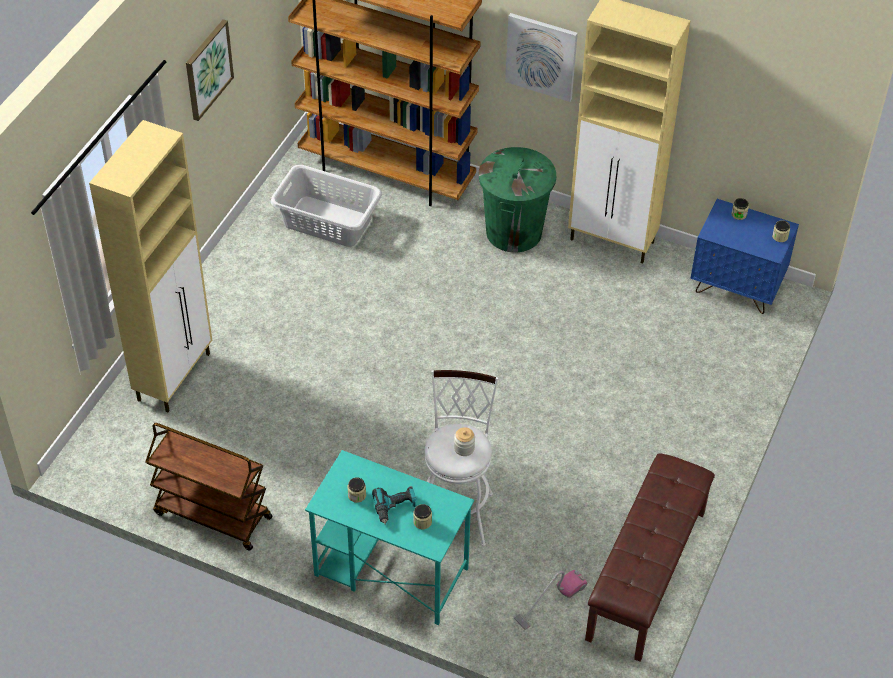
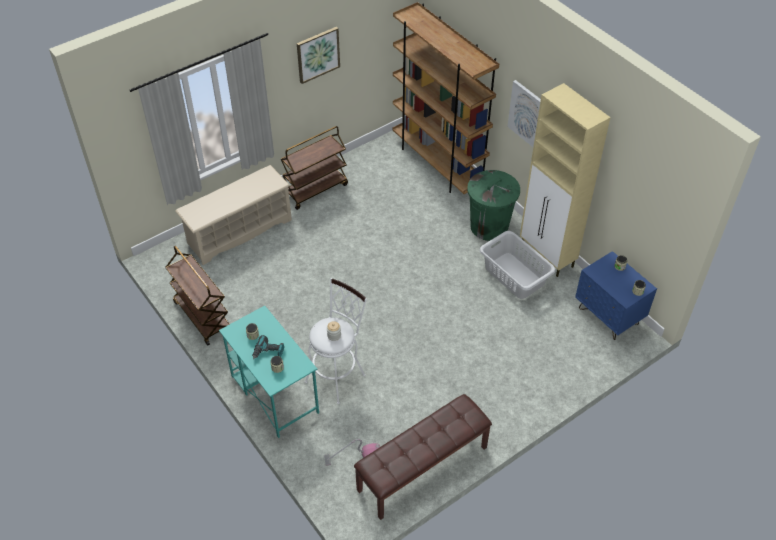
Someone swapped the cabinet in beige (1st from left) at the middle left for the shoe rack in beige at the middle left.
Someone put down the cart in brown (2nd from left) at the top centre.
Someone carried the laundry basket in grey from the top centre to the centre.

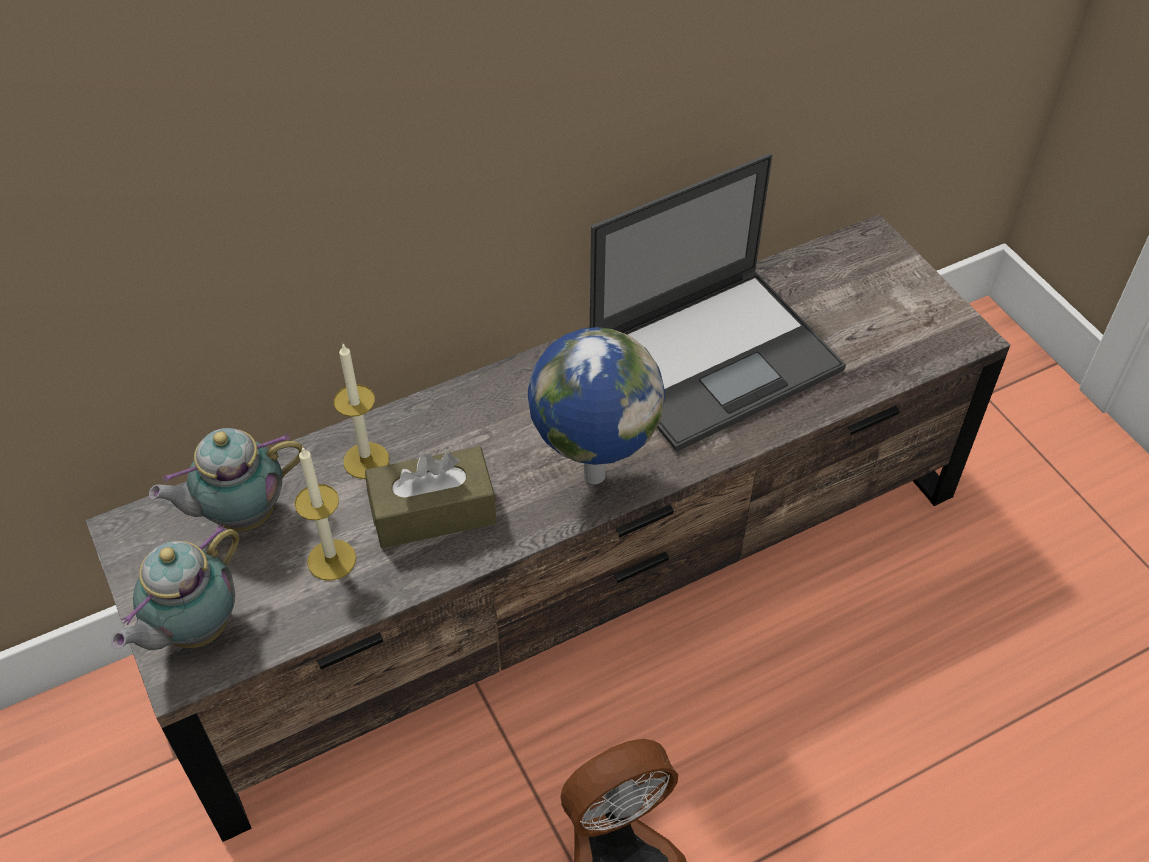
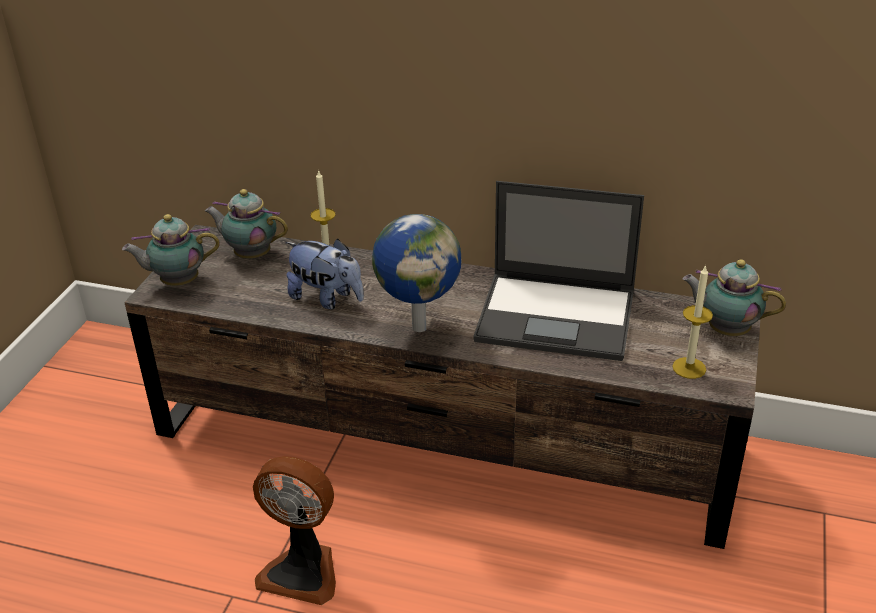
Someone swapped the tissue box in brown at the centre for the plush toy at the centre.
Someone carried the candle (1st from left in the first image) from the middle left to the middle right.
Someone put down the teapot (3rd from left) at the middle right.

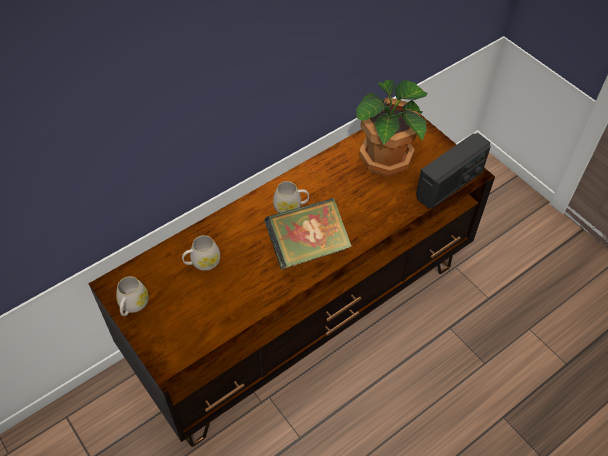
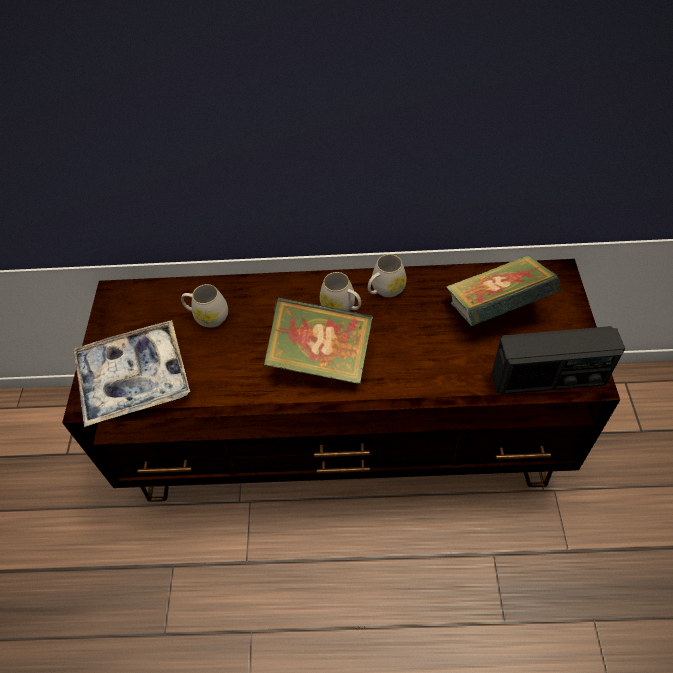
Someone put down the tray at the middle left.
Someone carried the mug in white (1st from left in the first image) from the middle left to the centre.
Someone swapped the potted plant at the top centre for the book (2nd from left) at the middle right.

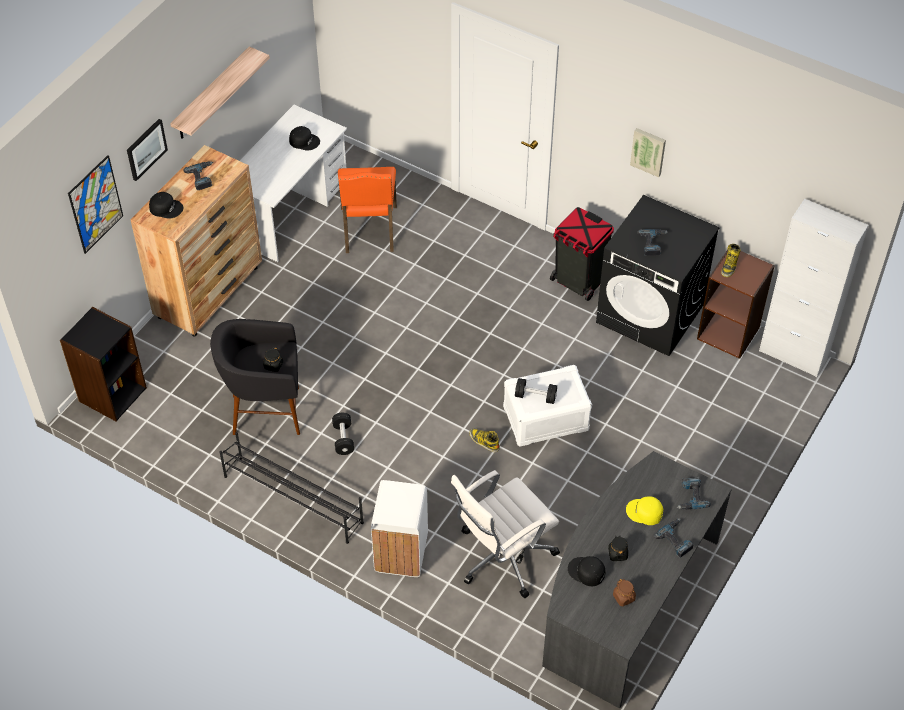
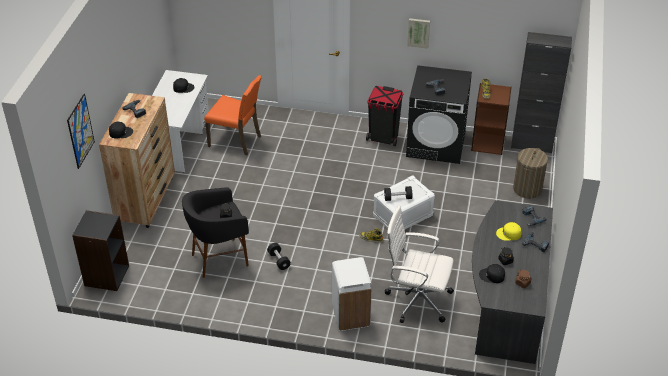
Someone rotated the chair in orange at the top centre by 45 degrees counterclockwise.
Someone rotated the office chair in white at the bottom centre by 75 degrees clockwise.
Someone repainted the cabinet in white at the middle right, which became the cabinet in black at the top right.
Someone put down the laundry basket at the middle right.
Someone took away the picture (2nd from left) at the top left.
Someone took away the shelf at the top left.
Someone took away the shoe rack in black at the bottom left.

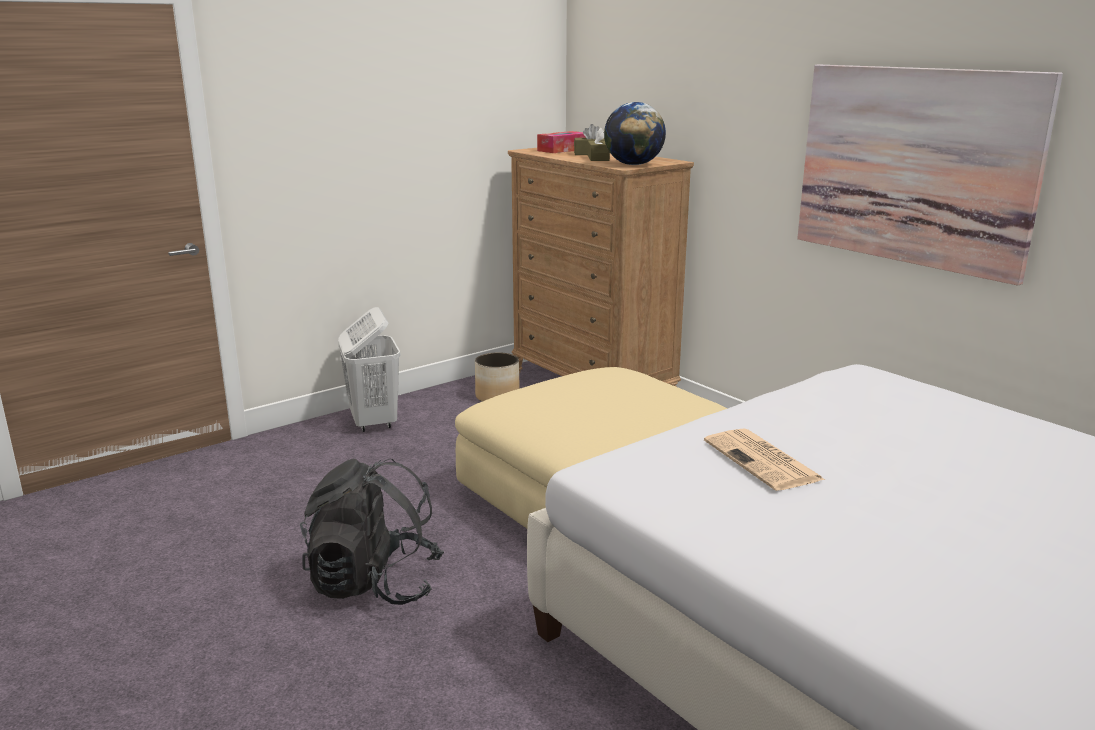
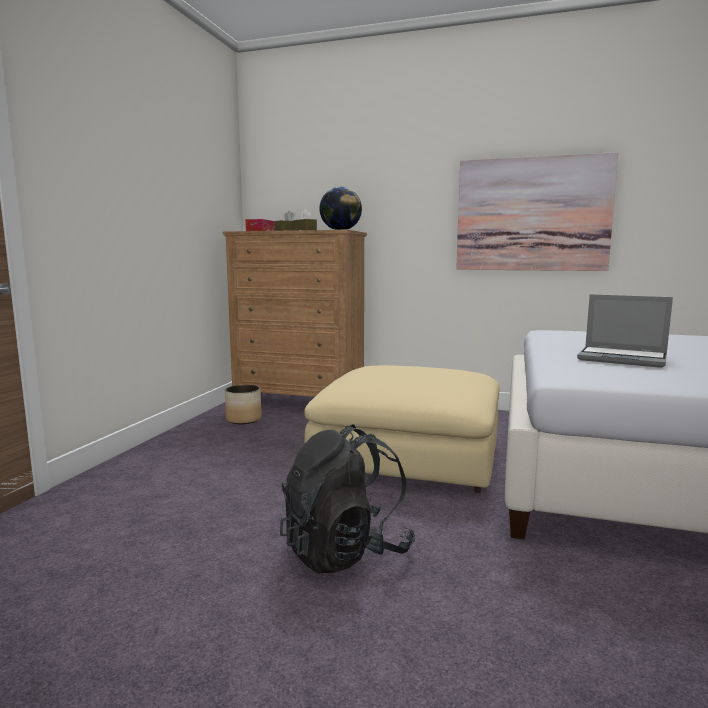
Someone swapped the newspaper at the middle right for the laptop at the middle right.
Someone took away the laundry basket in white at the centre.

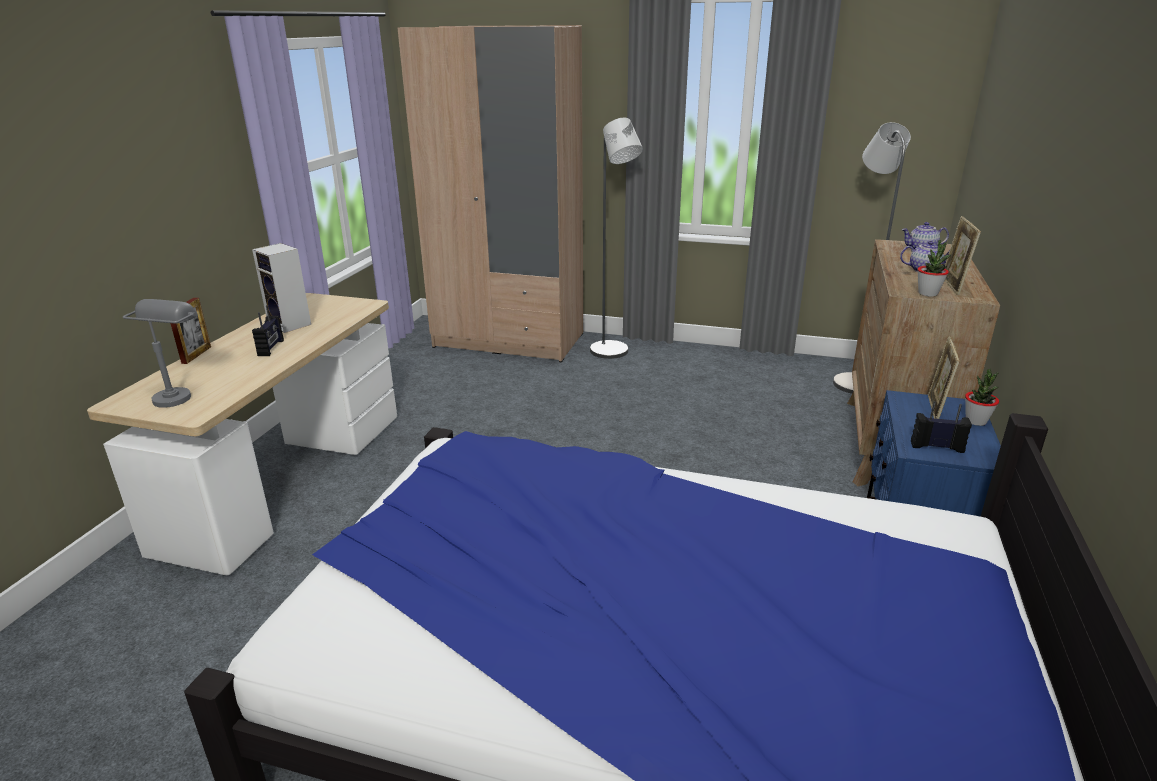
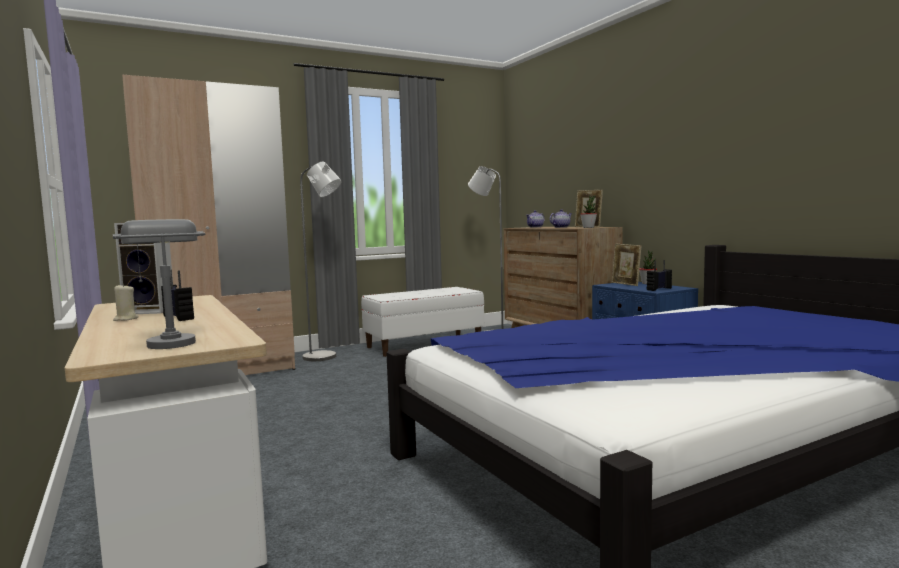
Someone put down the candle in beige at the middle left.
Someone put down the bench in white at the centre.
Someone took away the picture frame (1st from left) at the middle left.

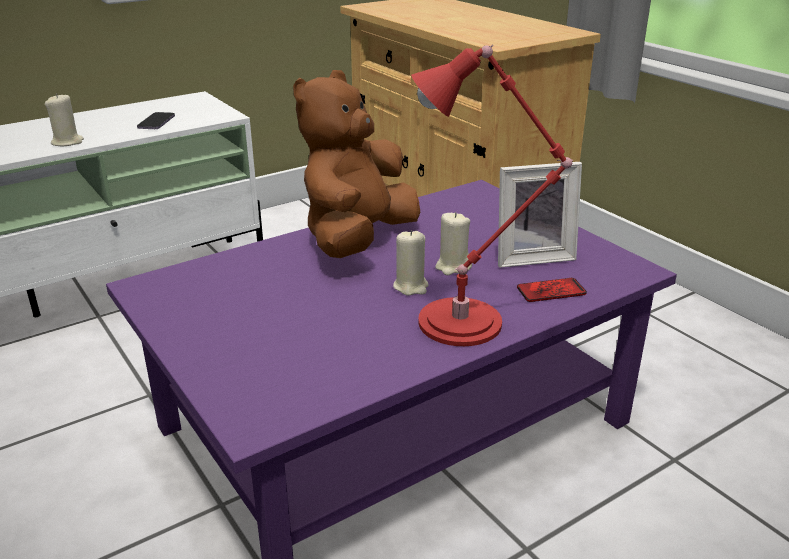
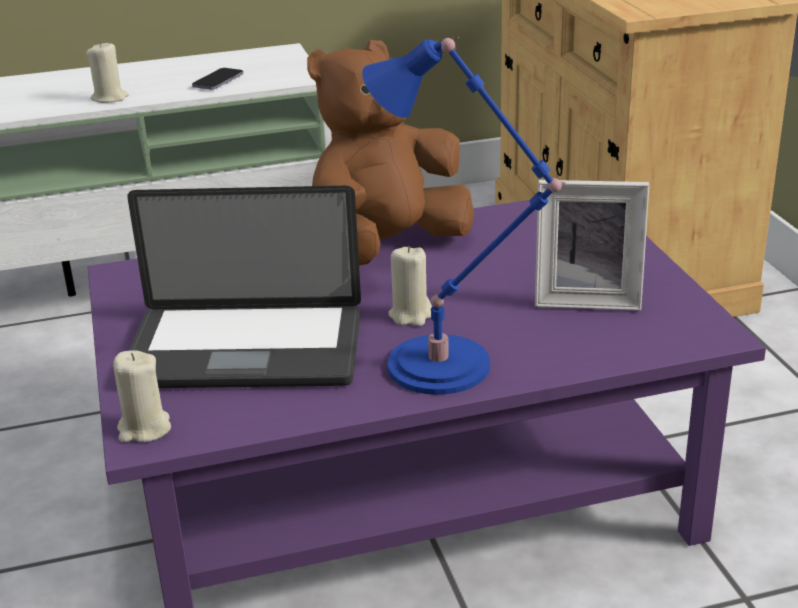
Someone carried the candle in beige (3rd from left in the first image) from the centre to the middle left.
Someone put down the laptop at the middle left.
Someone repainted the table lamp in red at the centre, which became the table lamp in blue at the centre.
Someone took away the phone (2nd from left) at the middle right.

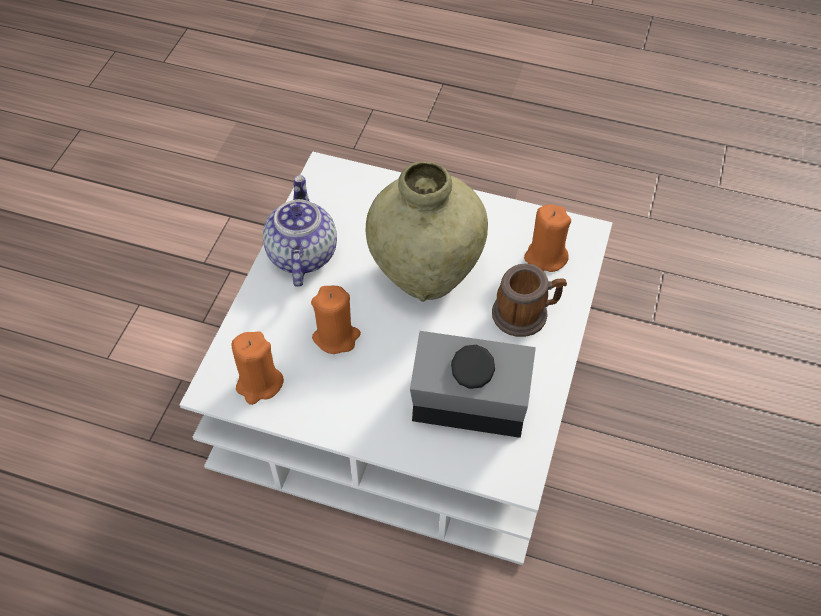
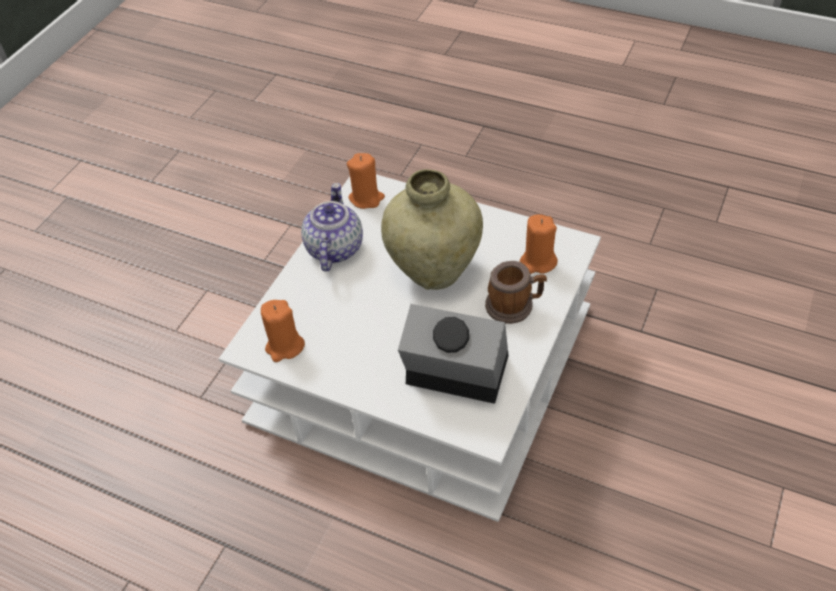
Someone carried the candle in orange (2nd from left) from the centre to the top centre.

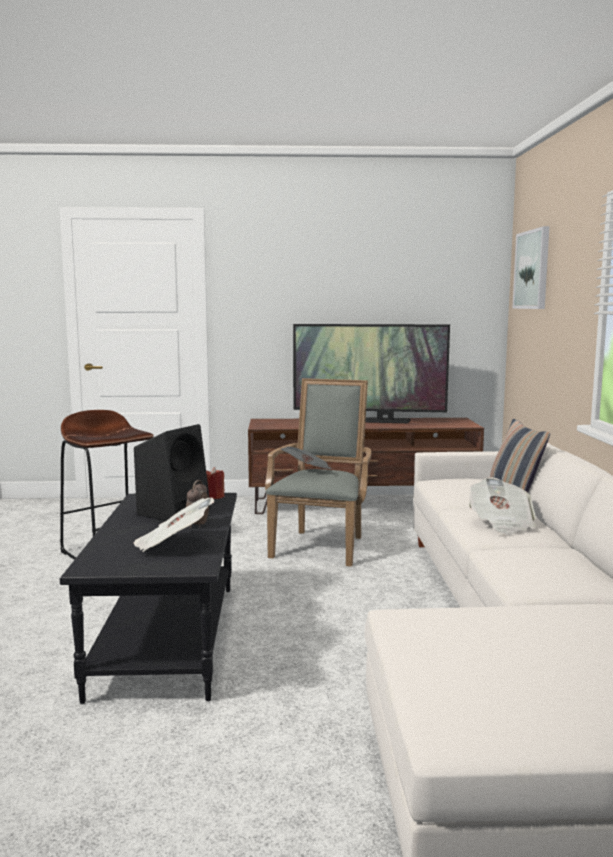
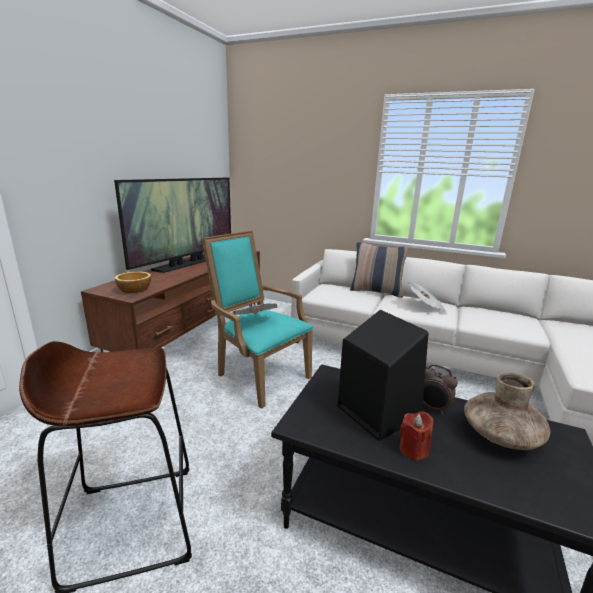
Someone put down the bowl at the middle left.
Someone repainted the armchair in grey at the centre, which became the armchair in turquoise at the centre.
Someone carried the candle in red from the centre to the bottom right.
Someone swapped the newspaper (1st from left) at the middle left for the vase in brown at the bottom right.
Someone took away the picture at the top right.

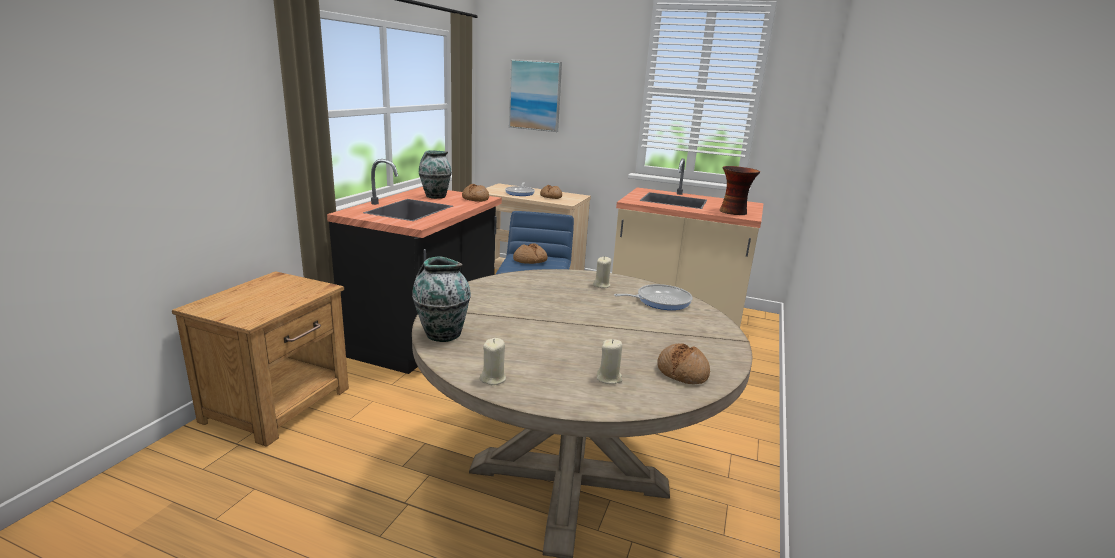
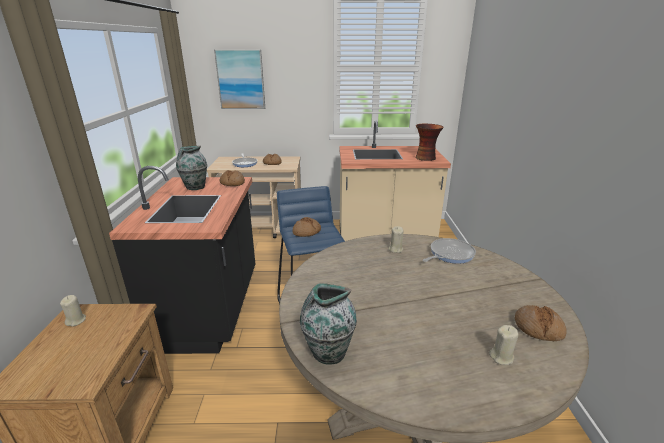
Someone carried the candle in beige (1st from left) from the centre to the bottom left.

